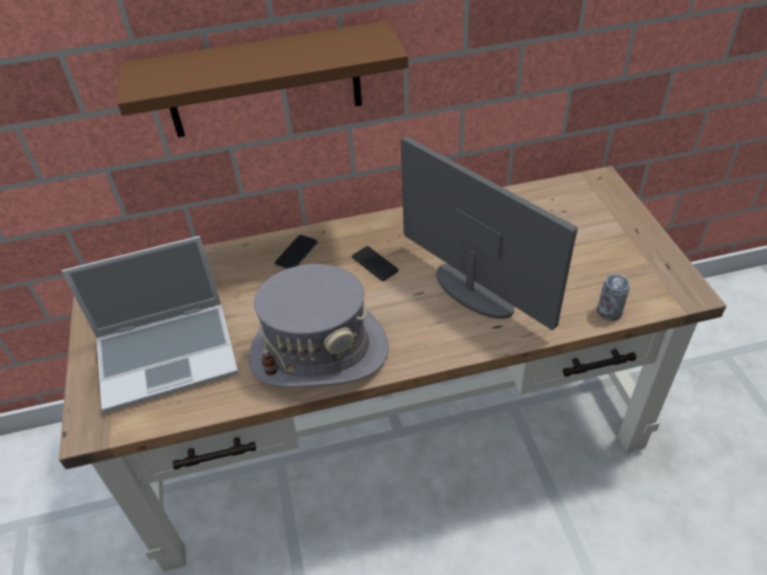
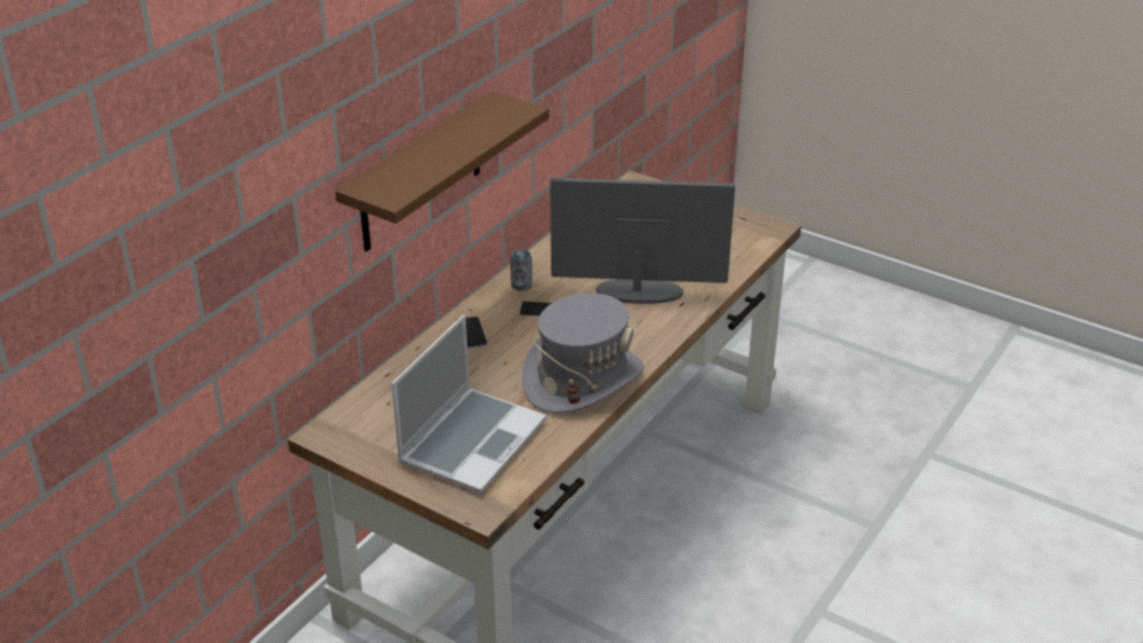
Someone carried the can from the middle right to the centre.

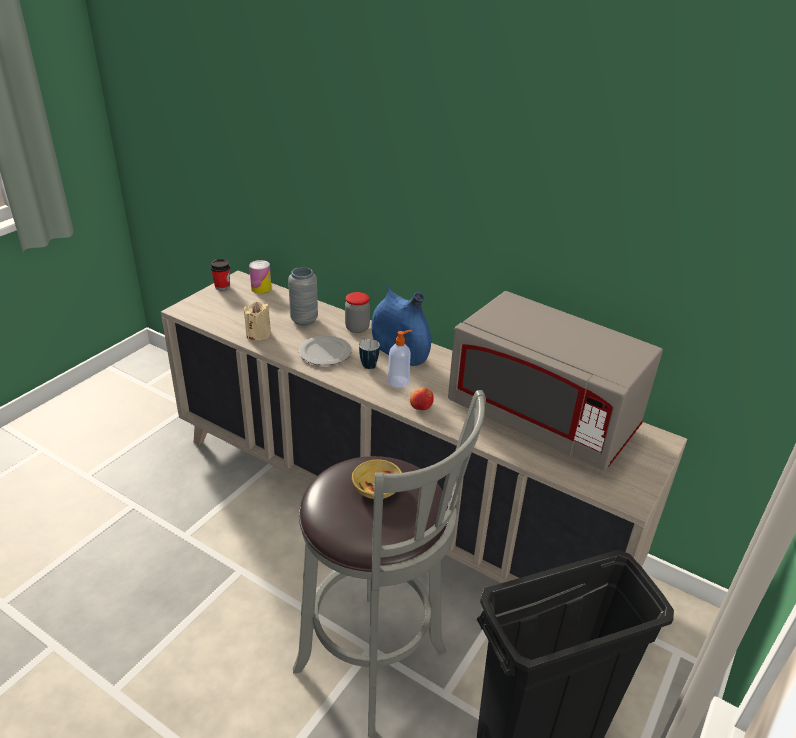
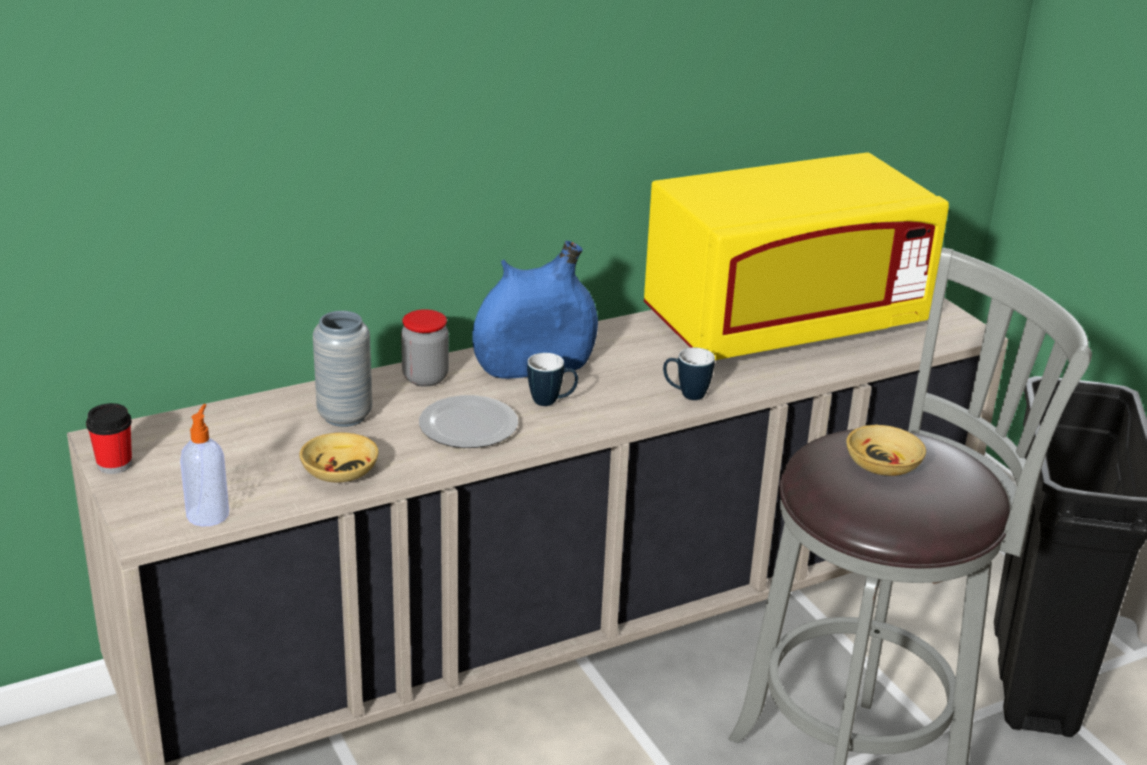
Someone carried the soap dispenser from the centre to the middle left.
Someone swapped the candle in beige at the middle left for the bowl in beige (1st from left) at the middle left.
Someone repainted the microwave in grey at the middle right, which became the microwave in yellow at the middle right.
Someone swapped the apple at the centre for the mug (2nd from left) at the centre.
Someone took away the can at the middle left.

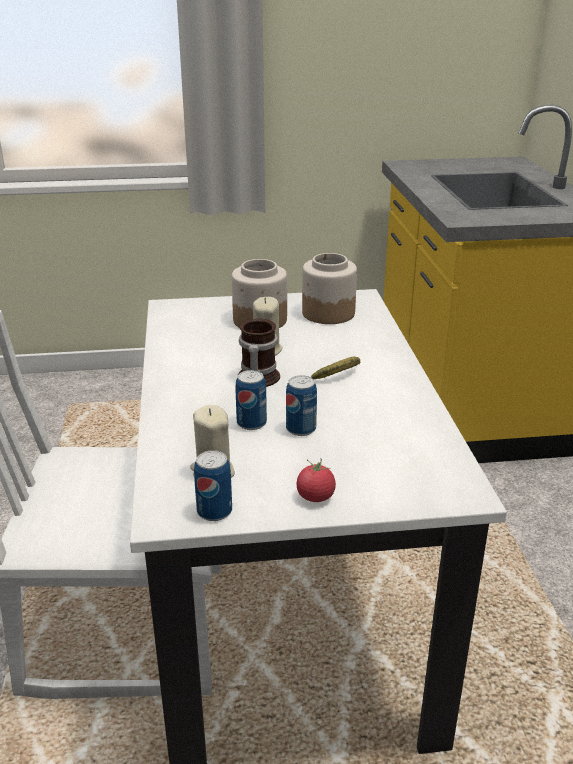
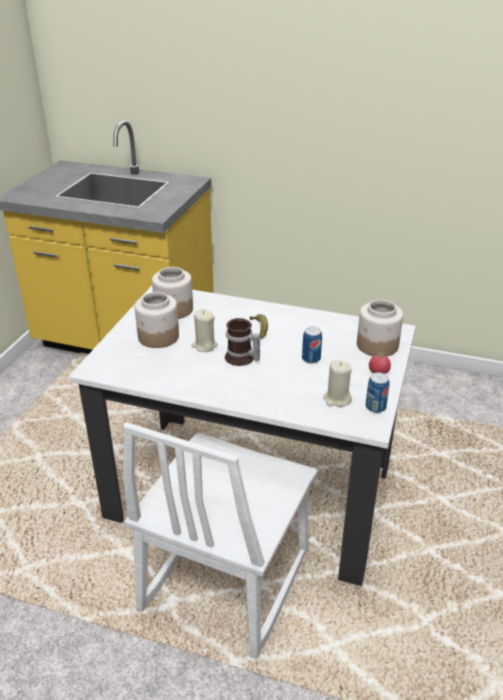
Someone put down the jar (3rd from left) at the middle right.
Someone took away the can (2nd from left) at the centre.

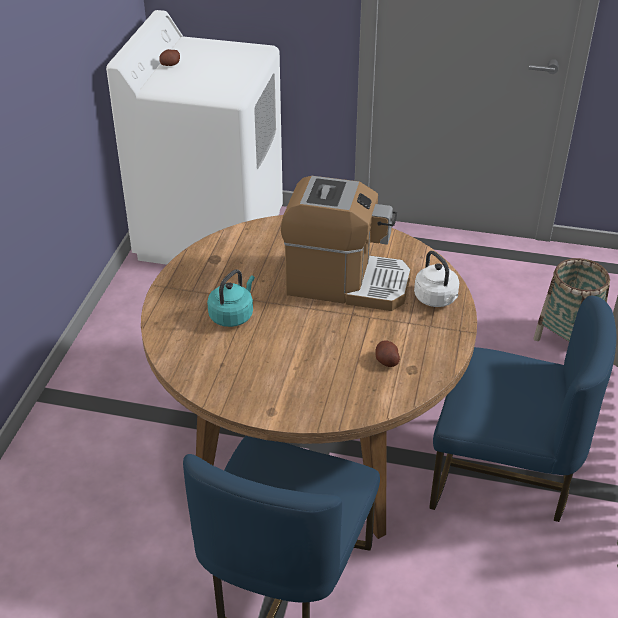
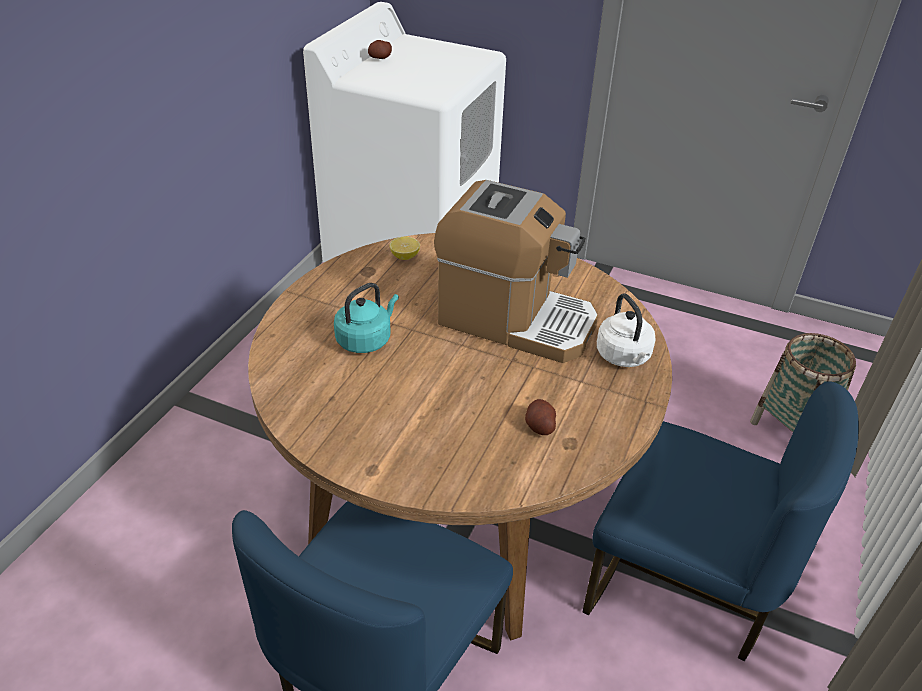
Someone put down the lemon at the centre.

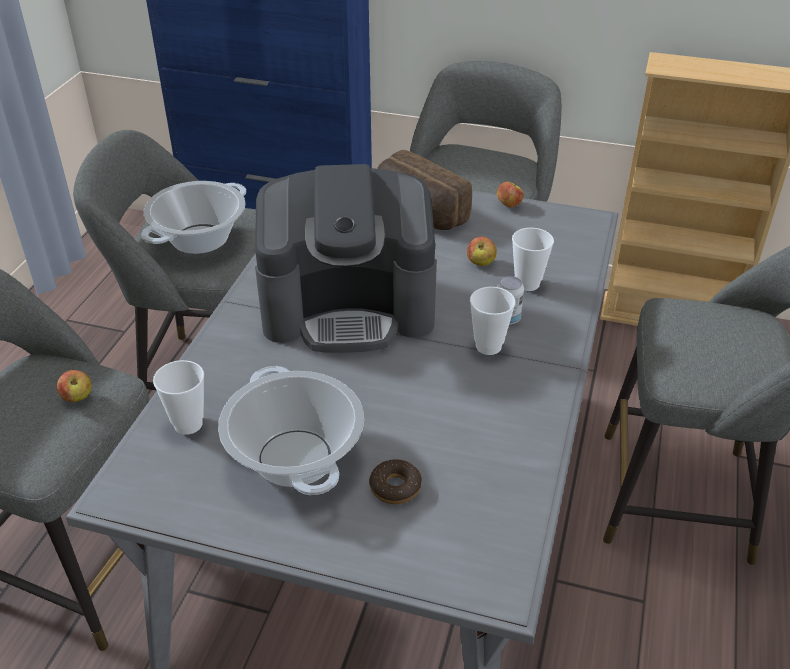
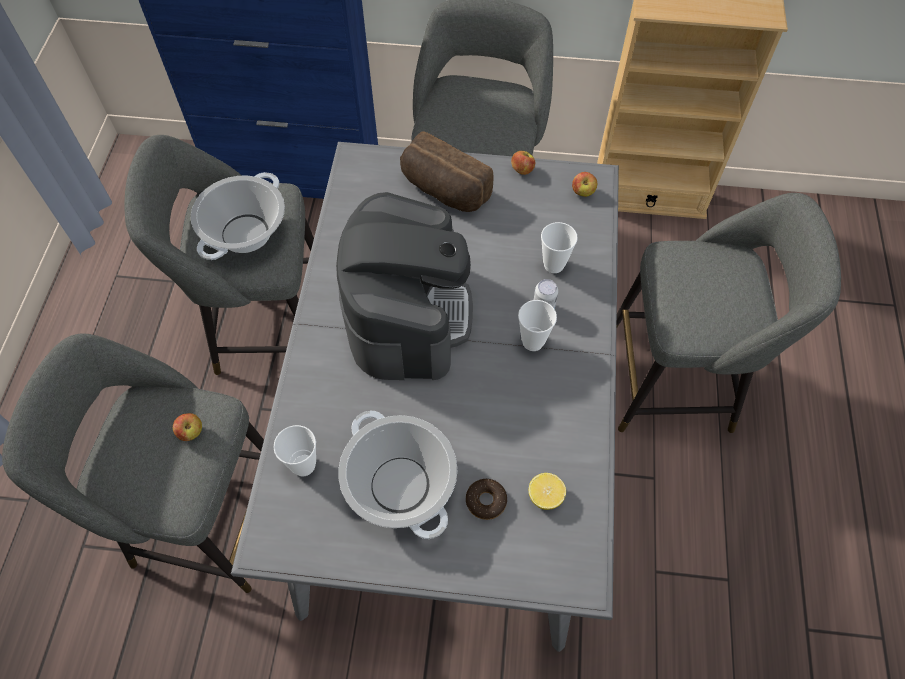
Someone rotated the coffee machine at the centre by 75 degrees counterclockwise.
Someone put down the lemon at the bottom centre.
Someone carried the apple (2nd from left in the first image) from the centre to the top centre.

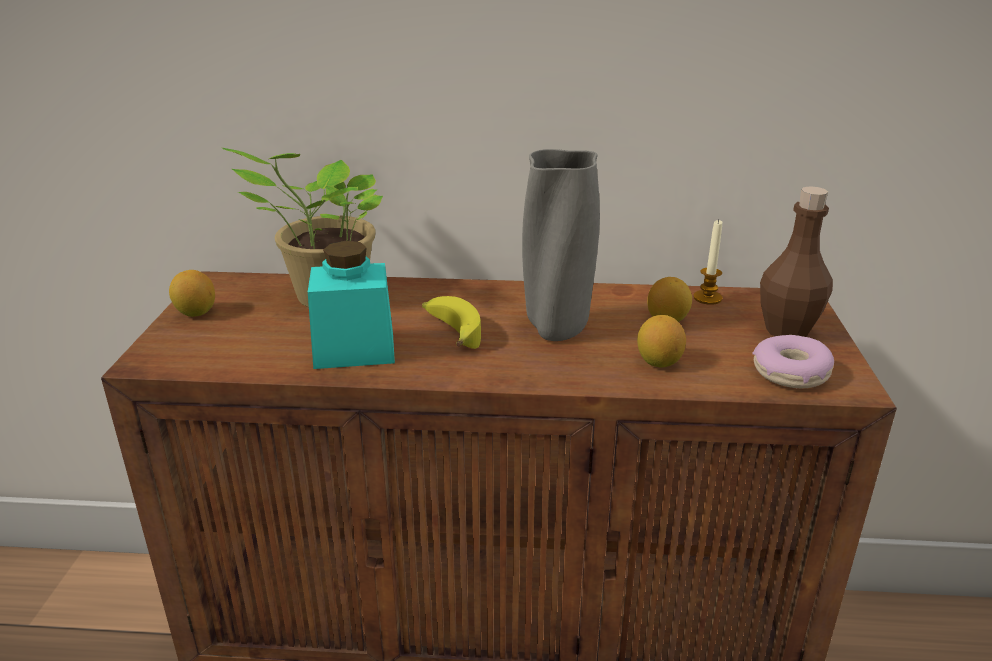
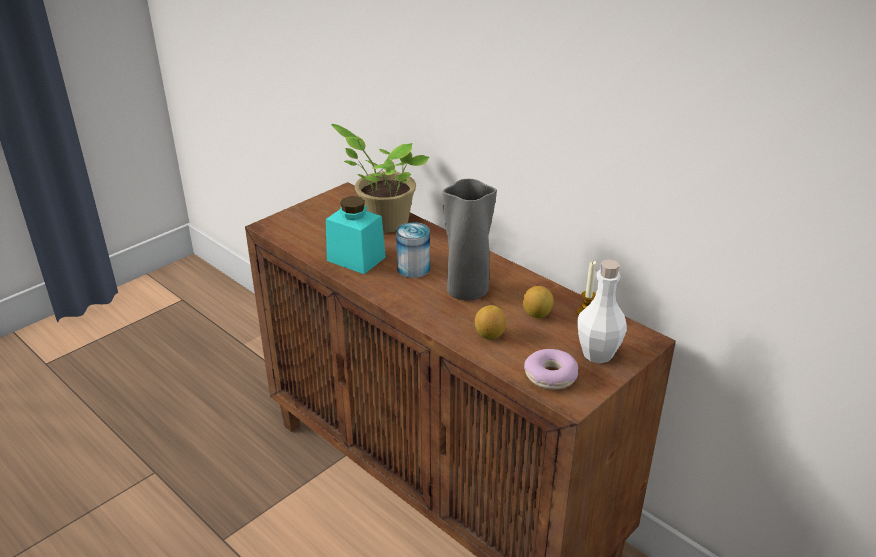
Someone swapped the banana at the centre for the can at the centre.
Someone repainted the bottle in brown at the middle right, which became the bottle in white at the middle right.
Someone took away the lemon (1st from left) at the middle left.

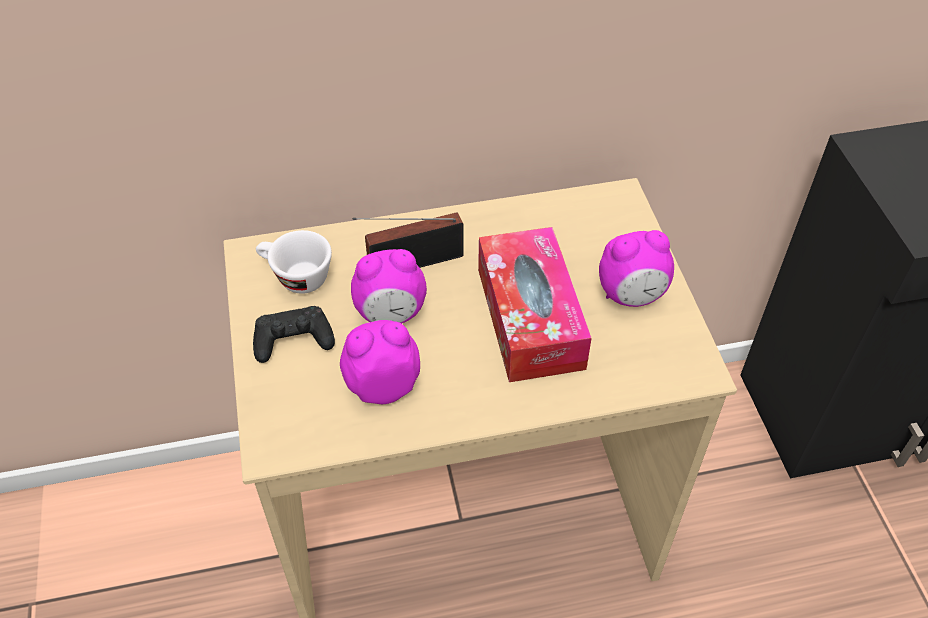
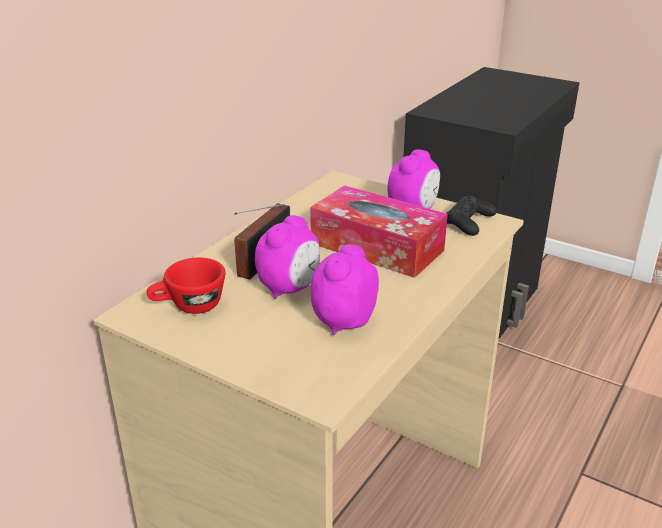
Someone repainted the cup in white at the middle left, which became the cup in red at the middle left.
Someone carried the game controller in black from the middle left to the middle right.

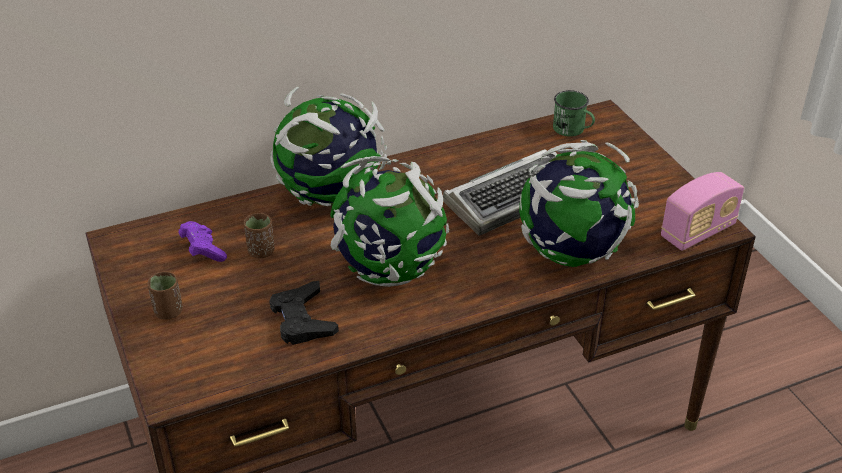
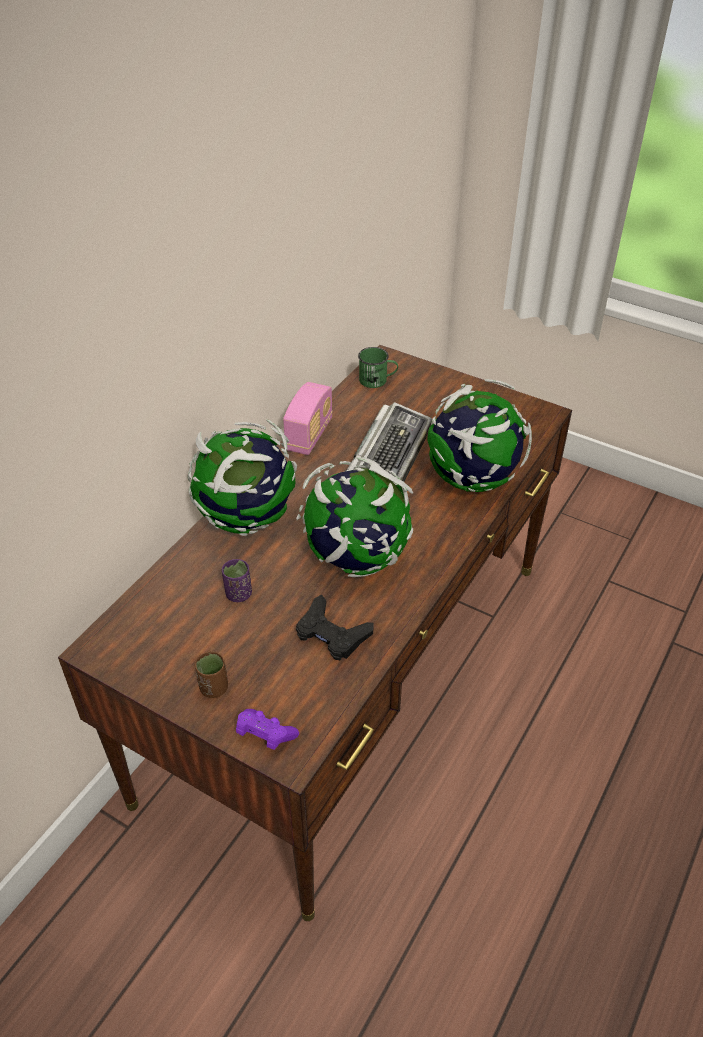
Someone repainted the cup in brown (2nd from left) at the middle left, which became the cup in purple at the centre.
Someone carried the game controller in purple from the middle left to the bottom centre.
Someone carried the radio from the middle right to the centre.

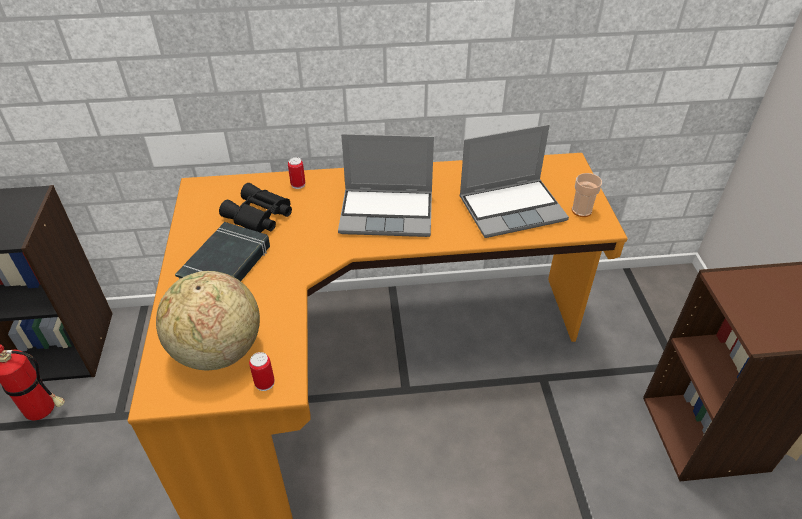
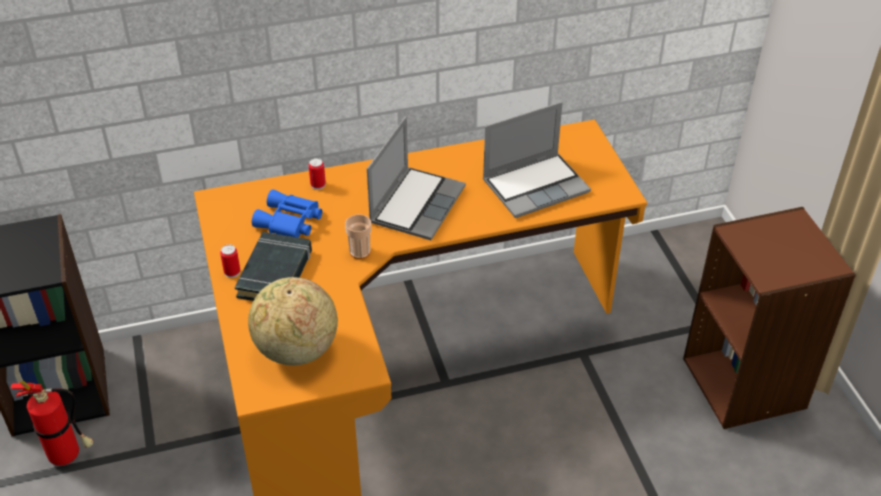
Someone carried the can (1st from left) from the bottom left to the middle left.
Someone repainted the binoculars in black at the middle left, which became the binoculars in blue at the middle left.
Someone carried the cup from the middle right to the centre.
Someone rotated the laptop (1st from left) at the centre by 60 degrees counterclockwise.

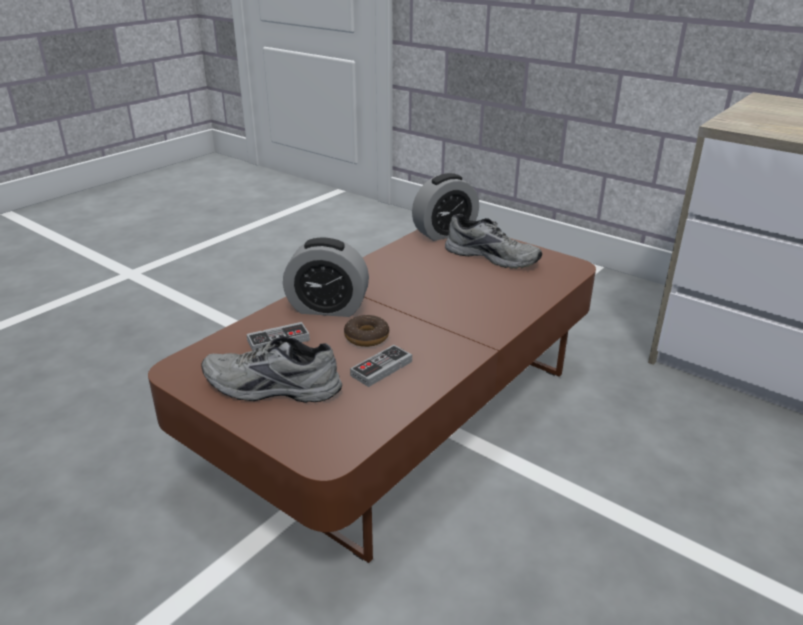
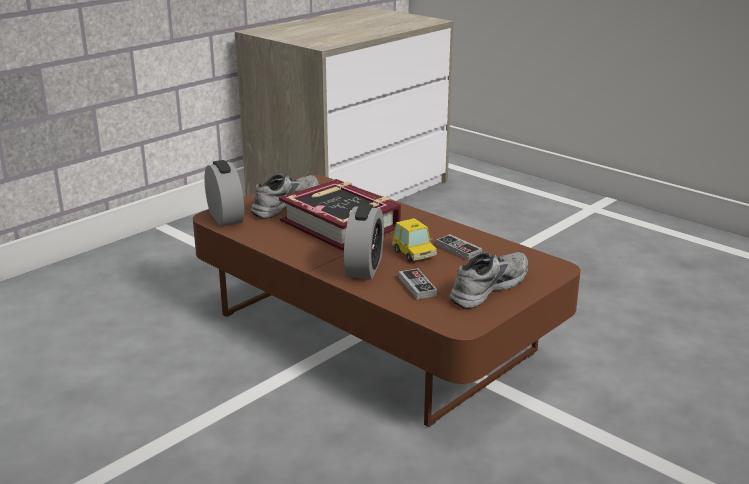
Someone put down the book at the centre.
Someone swapped the donut at the centre for the toy car at the centre.
Someone rotated the shoe in grey (1st from left in the first image) at the centre by 150 degrees counterclockwise.

